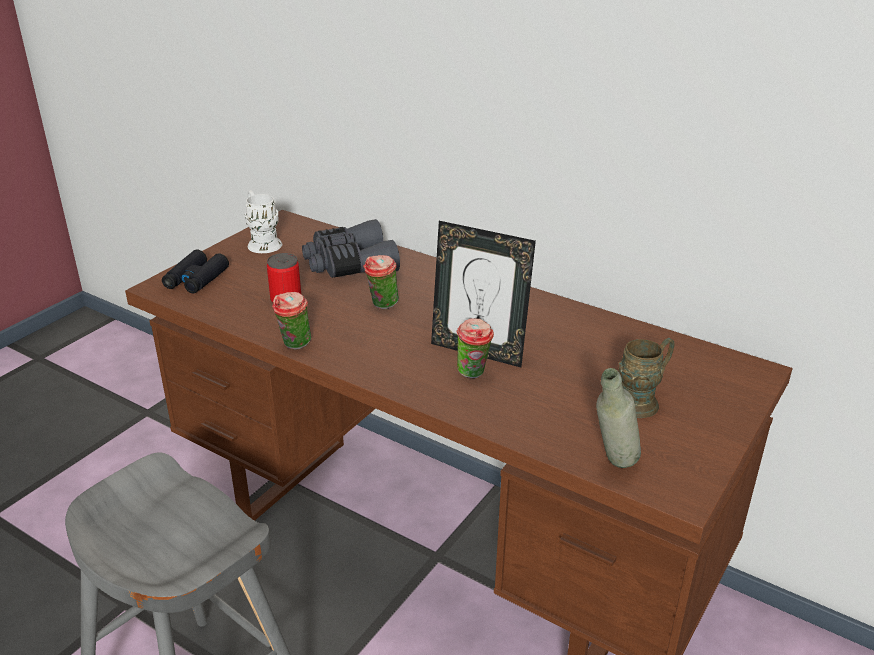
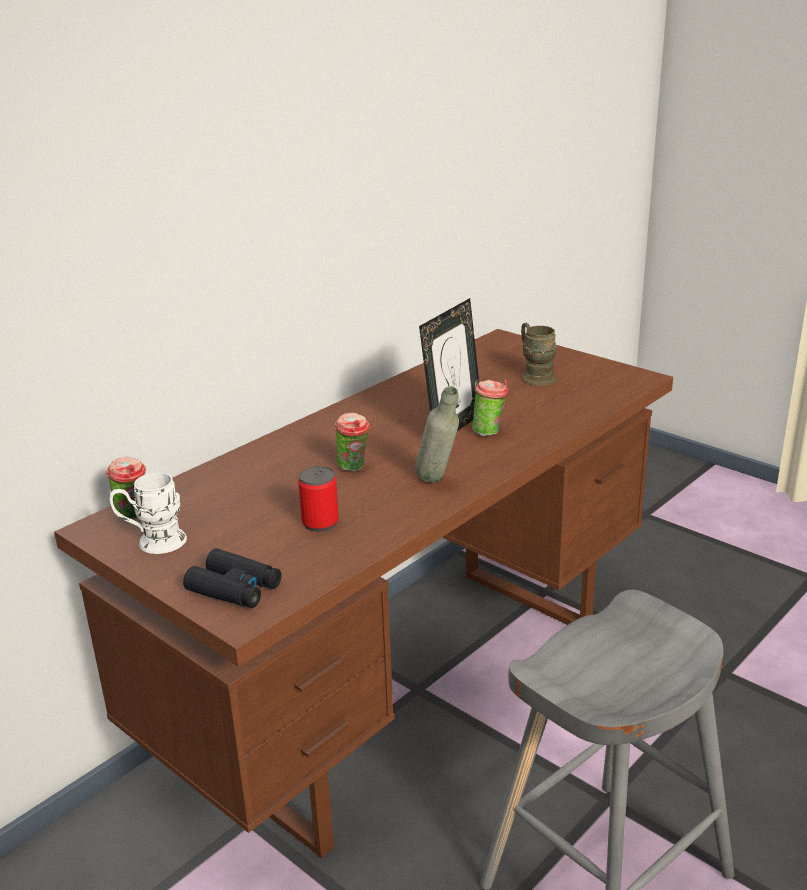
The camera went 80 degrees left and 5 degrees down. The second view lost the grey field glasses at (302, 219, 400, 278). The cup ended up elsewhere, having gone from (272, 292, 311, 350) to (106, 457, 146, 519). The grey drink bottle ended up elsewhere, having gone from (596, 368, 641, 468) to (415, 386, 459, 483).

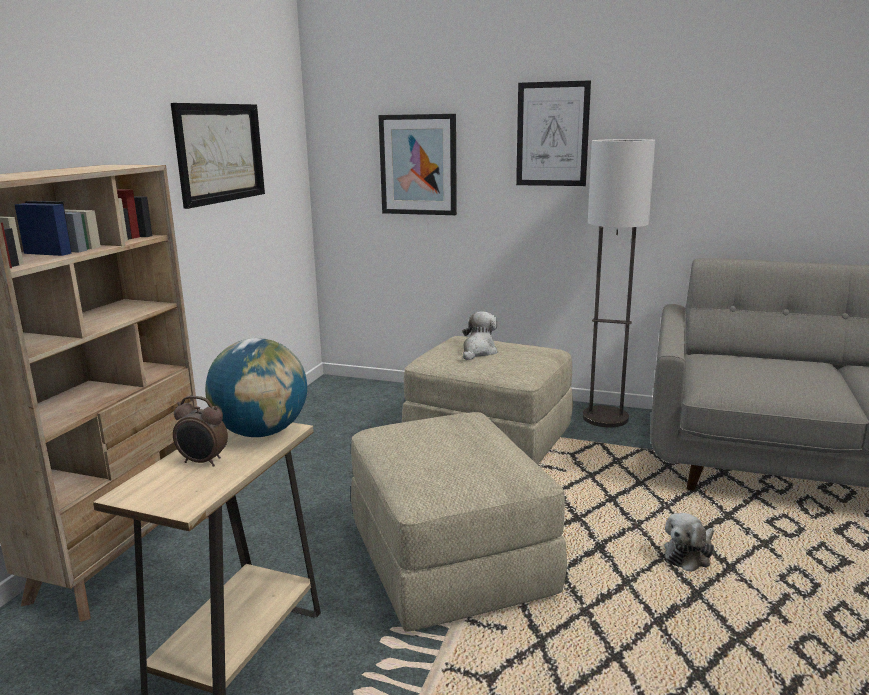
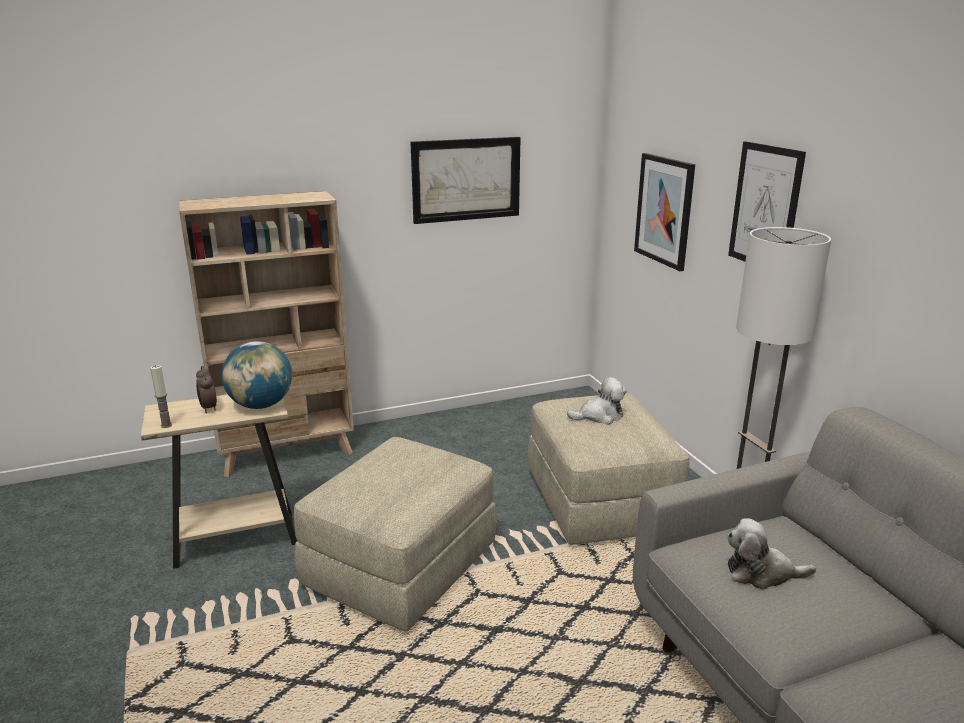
The camera went 50 degrees right and 5 degrees up. The cuddly toy ended up elsewhere, having gone from (664, 513, 714, 572) to (727, 518, 816, 590). The second view gained the wax candle at (150, 365, 172, 428).

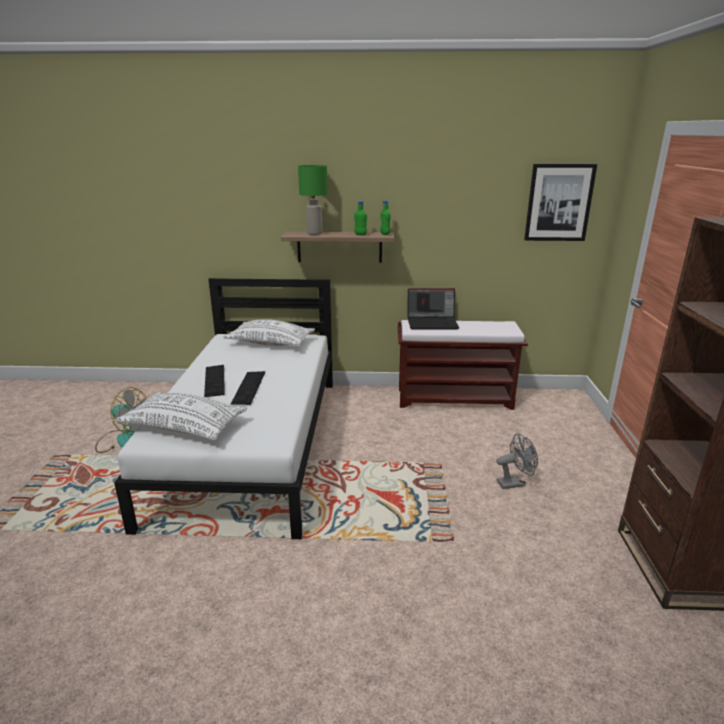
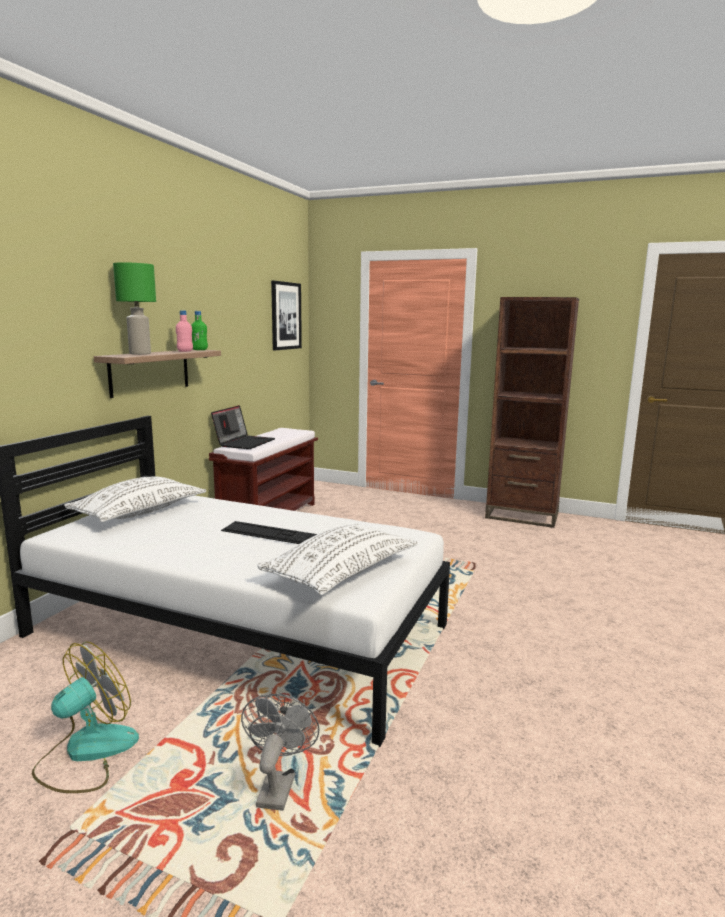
The camera went 70 degrees left and 10 degrees down. What was the greenish drink bottle at (354, 201, 367, 235) turned into the pinkish drink bottle at (176, 310, 193, 352). The second view lost the computer keyboard at (204, 365, 225, 397). The grey cooling fan ended up elsewhere, having gone from (496, 433, 538, 489) to (241, 694, 320, 811).

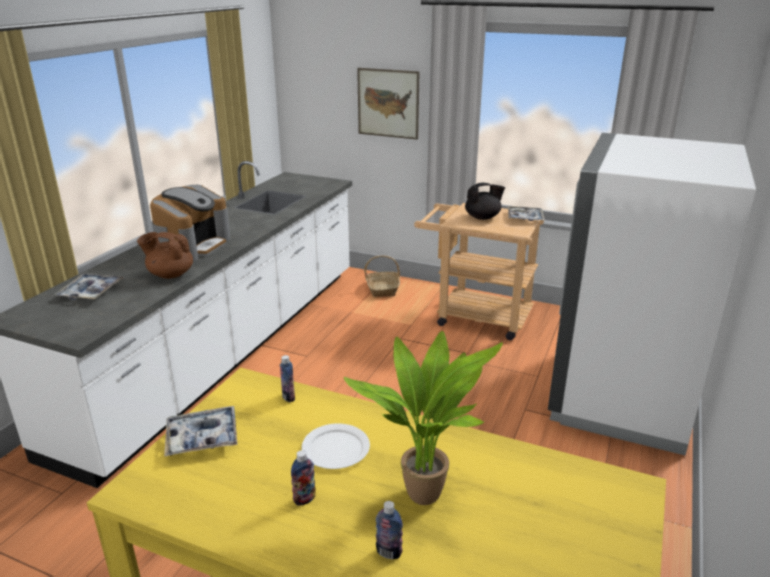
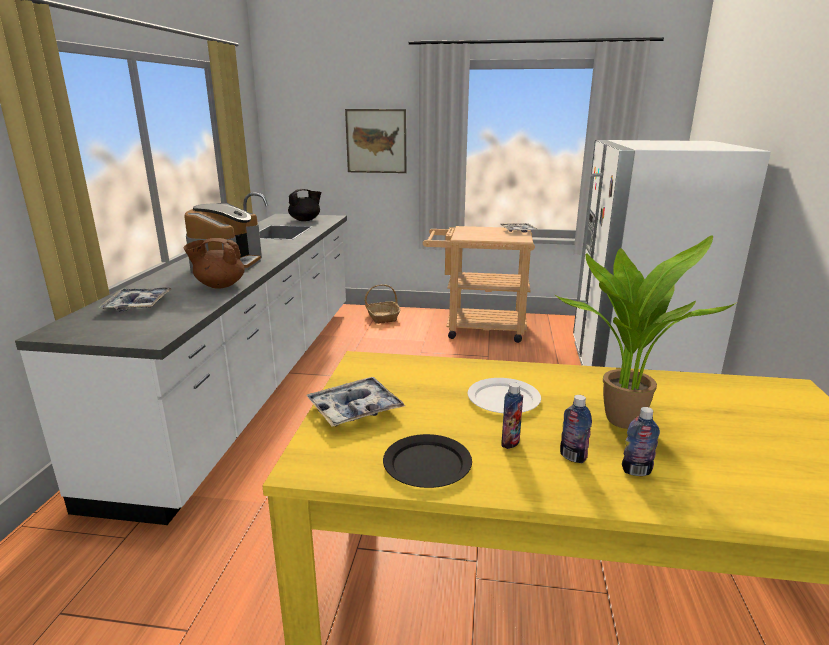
The camera went 15 degrees left and 5 degrees down. The black-coloured teapot ended up elsewhere, having gone from (465, 183, 505, 220) to (288, 189, 321, 221). The drink bottle ended up elsewhere, having gone from (280, 355, 295, 402) to (560, 395, 592, 463). The second view gained the black-coloured dinner plate at (383, 434, 472, 488).

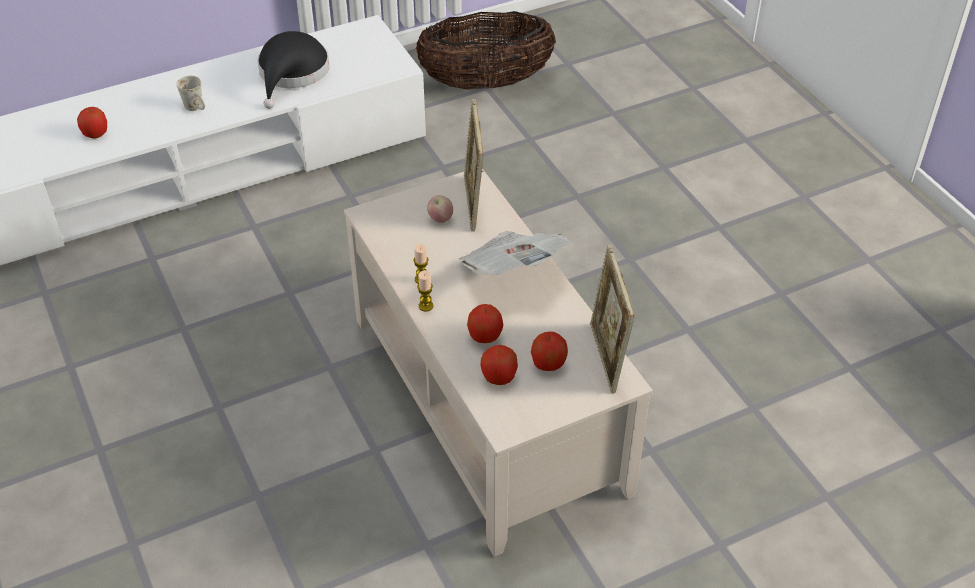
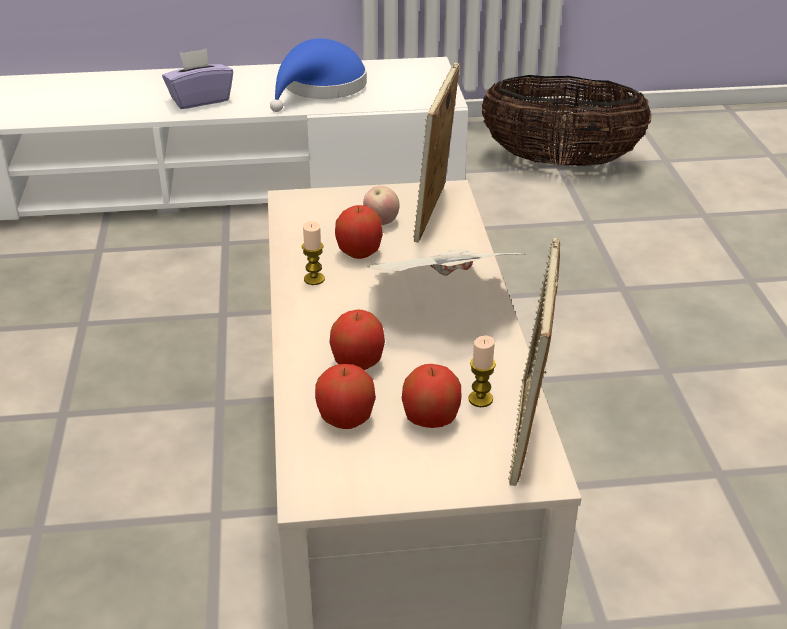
The camera went 20 degrees right and 10 degrees down. What was the black-coloured clothing hat at (257, 31, 330, 109) turned into the blue clothing hat at (270, 39, 367, 112). Where the white-coloured mug stood at (176, 76, 205, 111), the purple-coloured tissue box came to stand at (162, 49, 233, 109). The apple fruit ended up elsewhere, having gone from (77, 107, 107, 138) to (335, 205, 383, 259). The wax candle ended up elsewhere, having gone from (417, 270, 433, 312) to (468, 335, 496, 407).

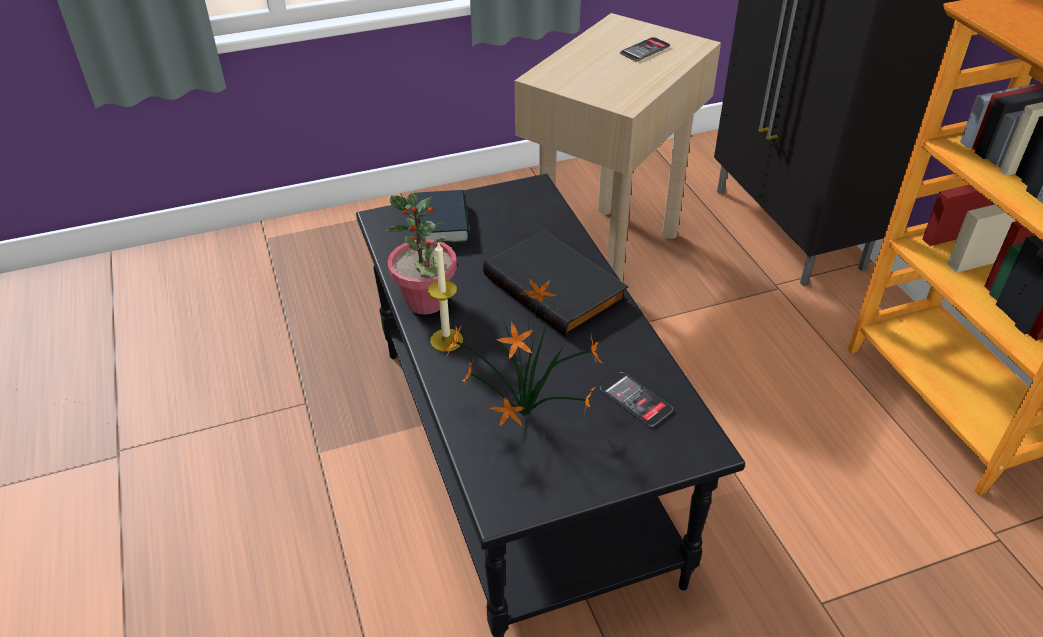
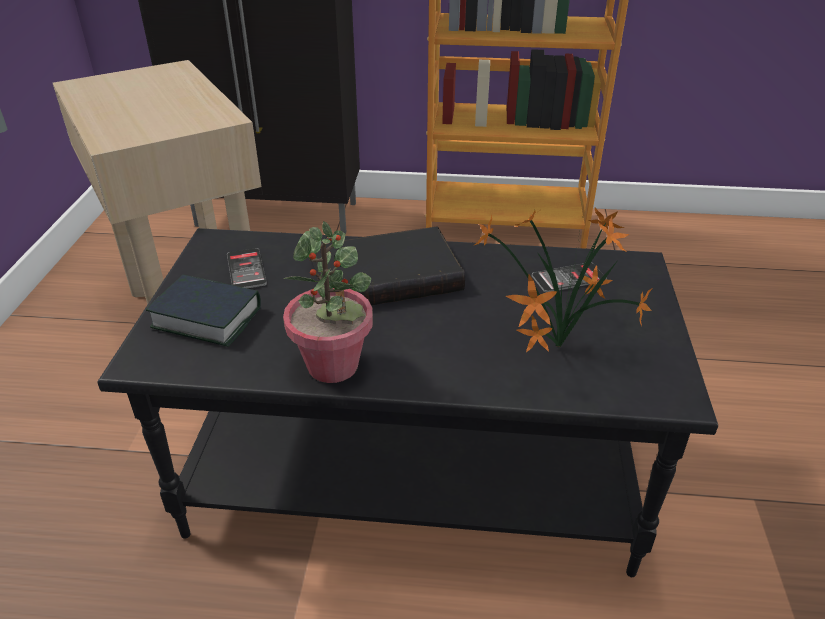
The camera went 65 degrees left and 5 degrees down. The telephone ended up elsewhere, having gone from (620, 37, 670, 61) to (227, 248, 267, 289). The second view lost the wax candle at (428, 242, 463, 352).

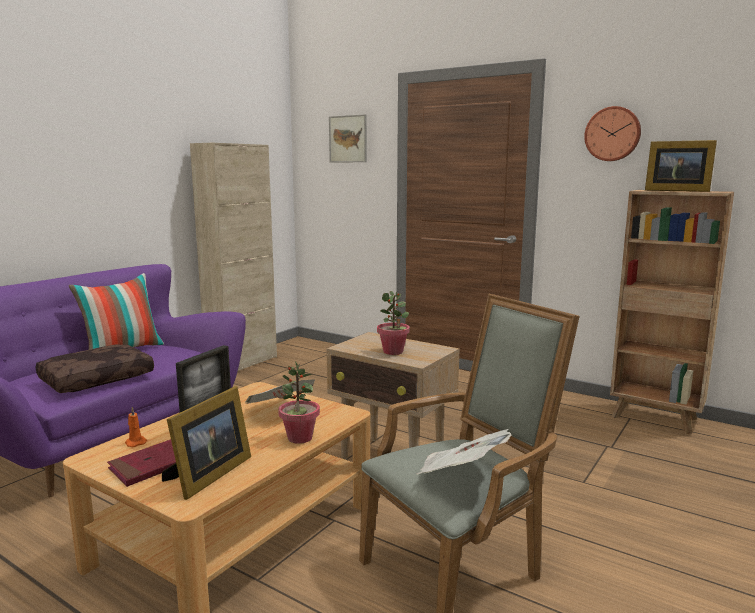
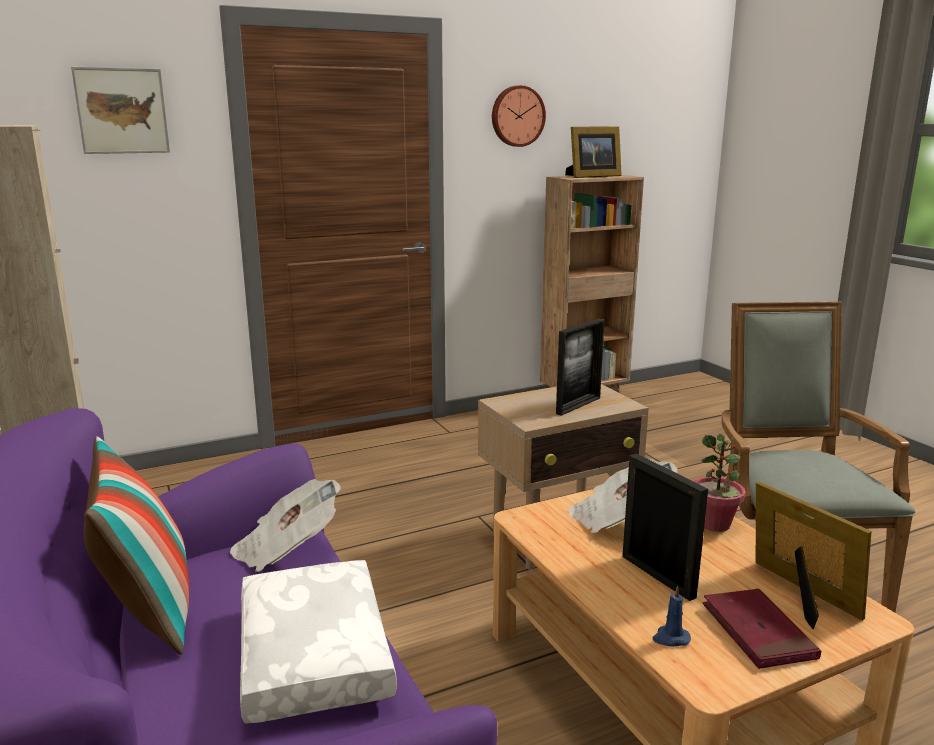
The camera went 60 degrees left and 5 degrees up. Where the plant in a pot stood at (377, 291, 410, 355), the photo frame came to stand at (556, 319, 605, 416). What was the brownish pillow at (36, 344, 154, 393) turned into the white-coloured pillow at (240, 560, 397, 724). What was the orange-coloured wax candle at (125, 407, 147, 447) turned into the blue wax candle at (652, 585, 691, 647). The newspaper ended up elsewhere, having gone from (416, 429, 512, 475) to (230, 479, 341, 572).

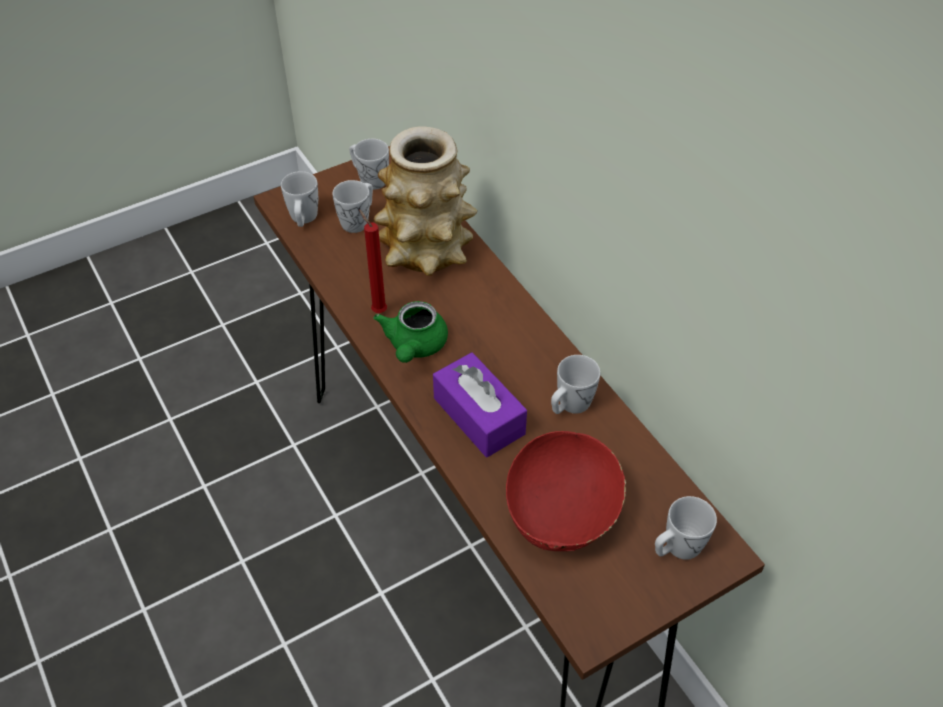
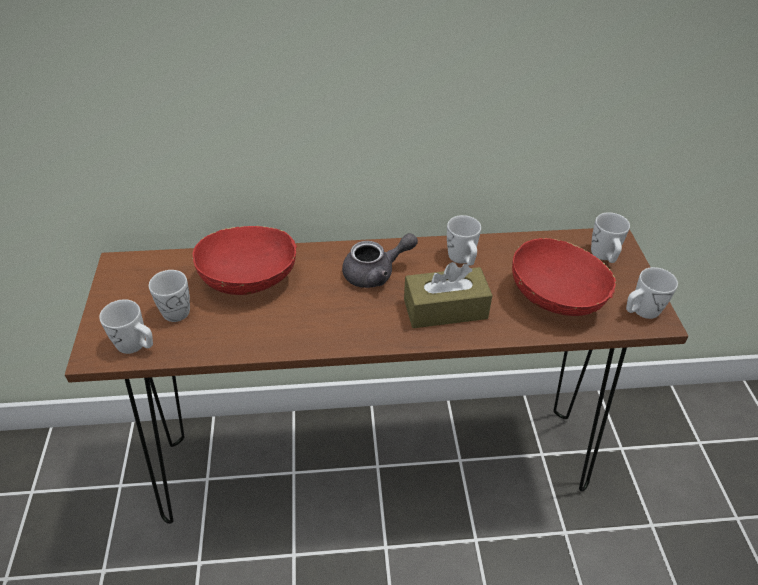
The camera went 65 degrees left and 5 degrees down. Where the vase stood at (374, 126, 477, 276), the red deep dish came to stand at (191, 226, 297, 295). The white-coloured mug ended up elsewhere, having gone from (349, 139, 389, 190) to (626, 267, 678, 319). The second view lost the red wax candle at (359, 210, 387, 313). The second view lost the greenish teapot at (373, 301, 448, 363). What was the purple-coloured tissue box at (433, 352, 527, 457) turned into the brownish tissue box at (404, 262, 493, 328). The second view gained the grey teapot at (342, 233, 418, 288).

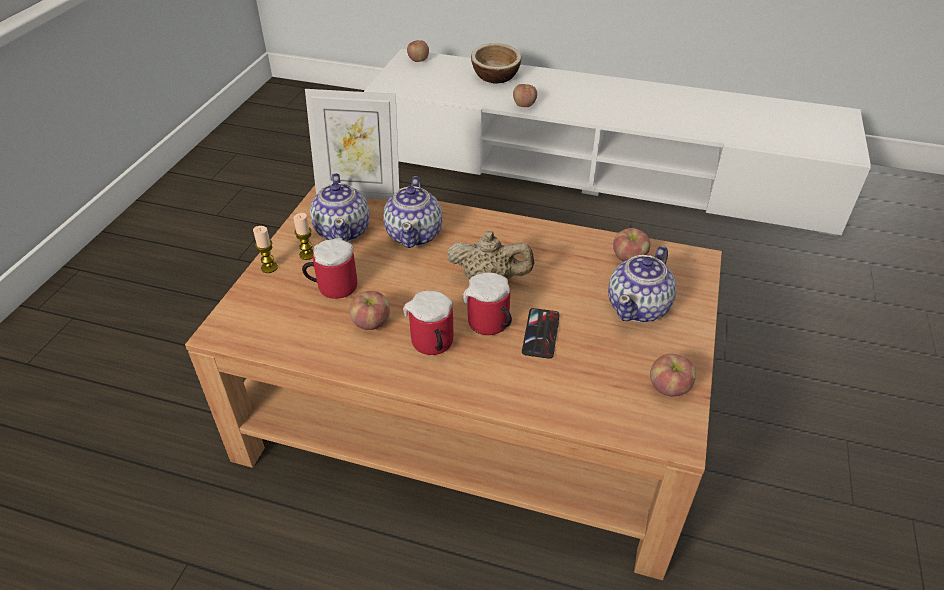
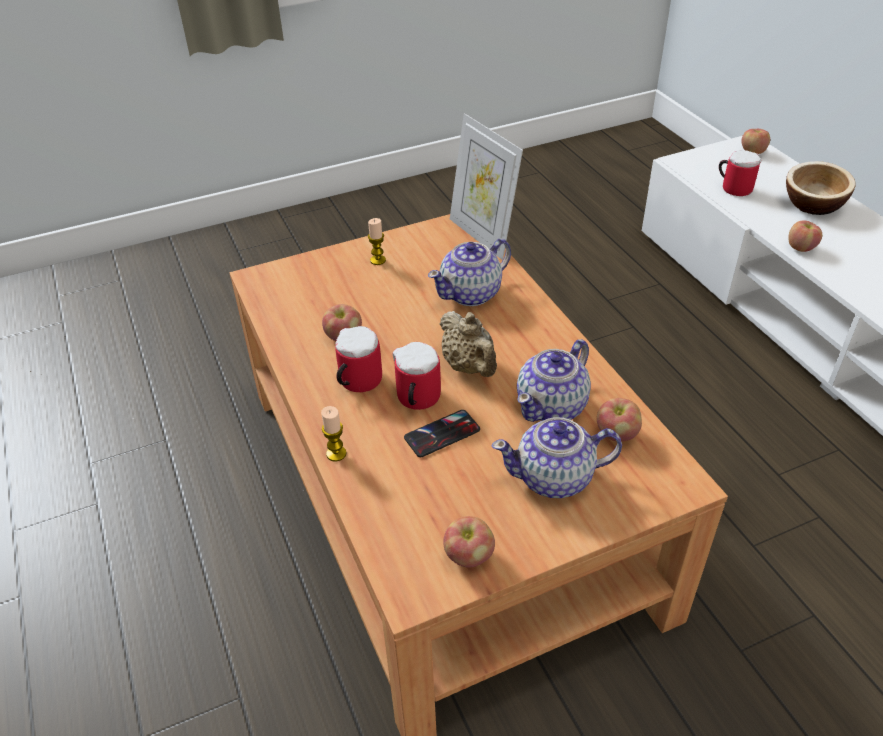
The camera went 50 degrees right and 0 degrees up. The teapot ended up elsewhere, having gone from (310, 173, 370, 242) to (517, 339, 591, 422). The wax candle ended up elsewhere, having gone from (253, 226, 278, 273) to (321, 406, 347, 462). The mug ended up elsewhere, having gone from (302, 238, 357, 299) to (719, 150, 762, 196).

